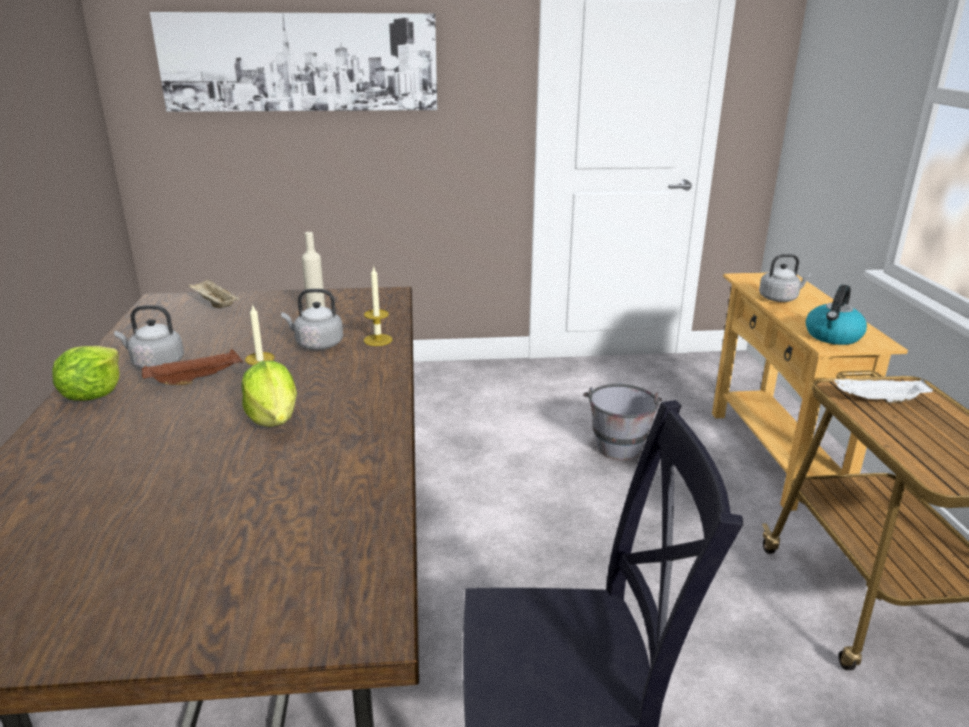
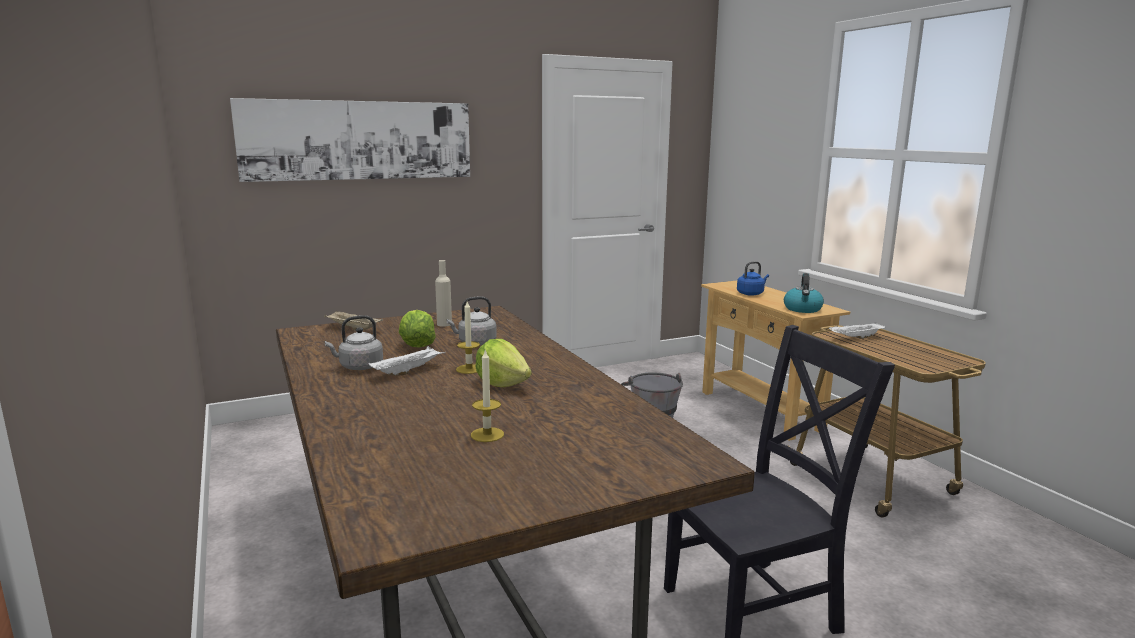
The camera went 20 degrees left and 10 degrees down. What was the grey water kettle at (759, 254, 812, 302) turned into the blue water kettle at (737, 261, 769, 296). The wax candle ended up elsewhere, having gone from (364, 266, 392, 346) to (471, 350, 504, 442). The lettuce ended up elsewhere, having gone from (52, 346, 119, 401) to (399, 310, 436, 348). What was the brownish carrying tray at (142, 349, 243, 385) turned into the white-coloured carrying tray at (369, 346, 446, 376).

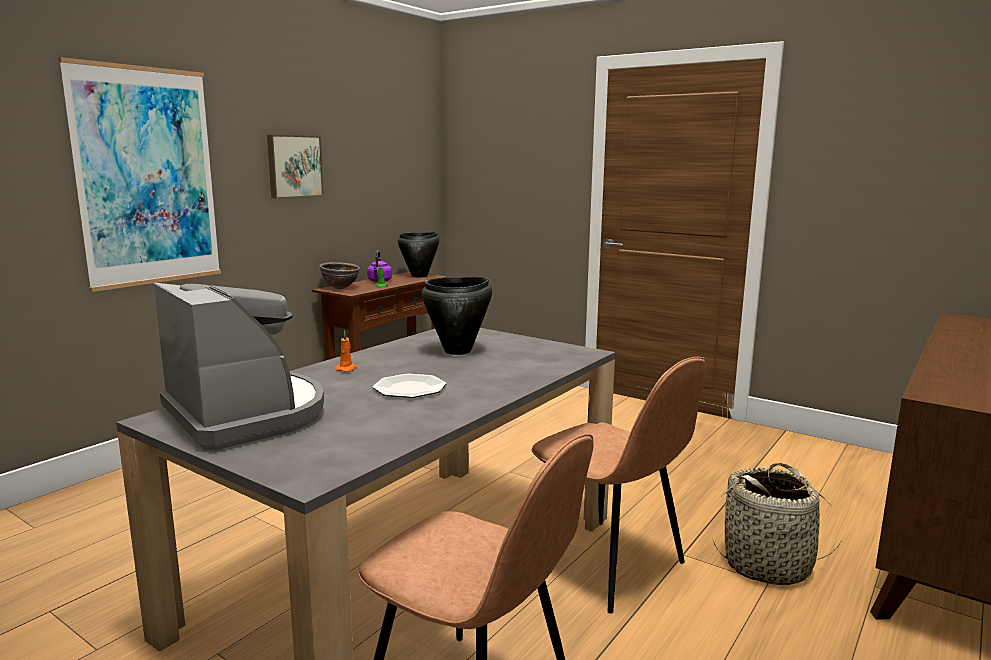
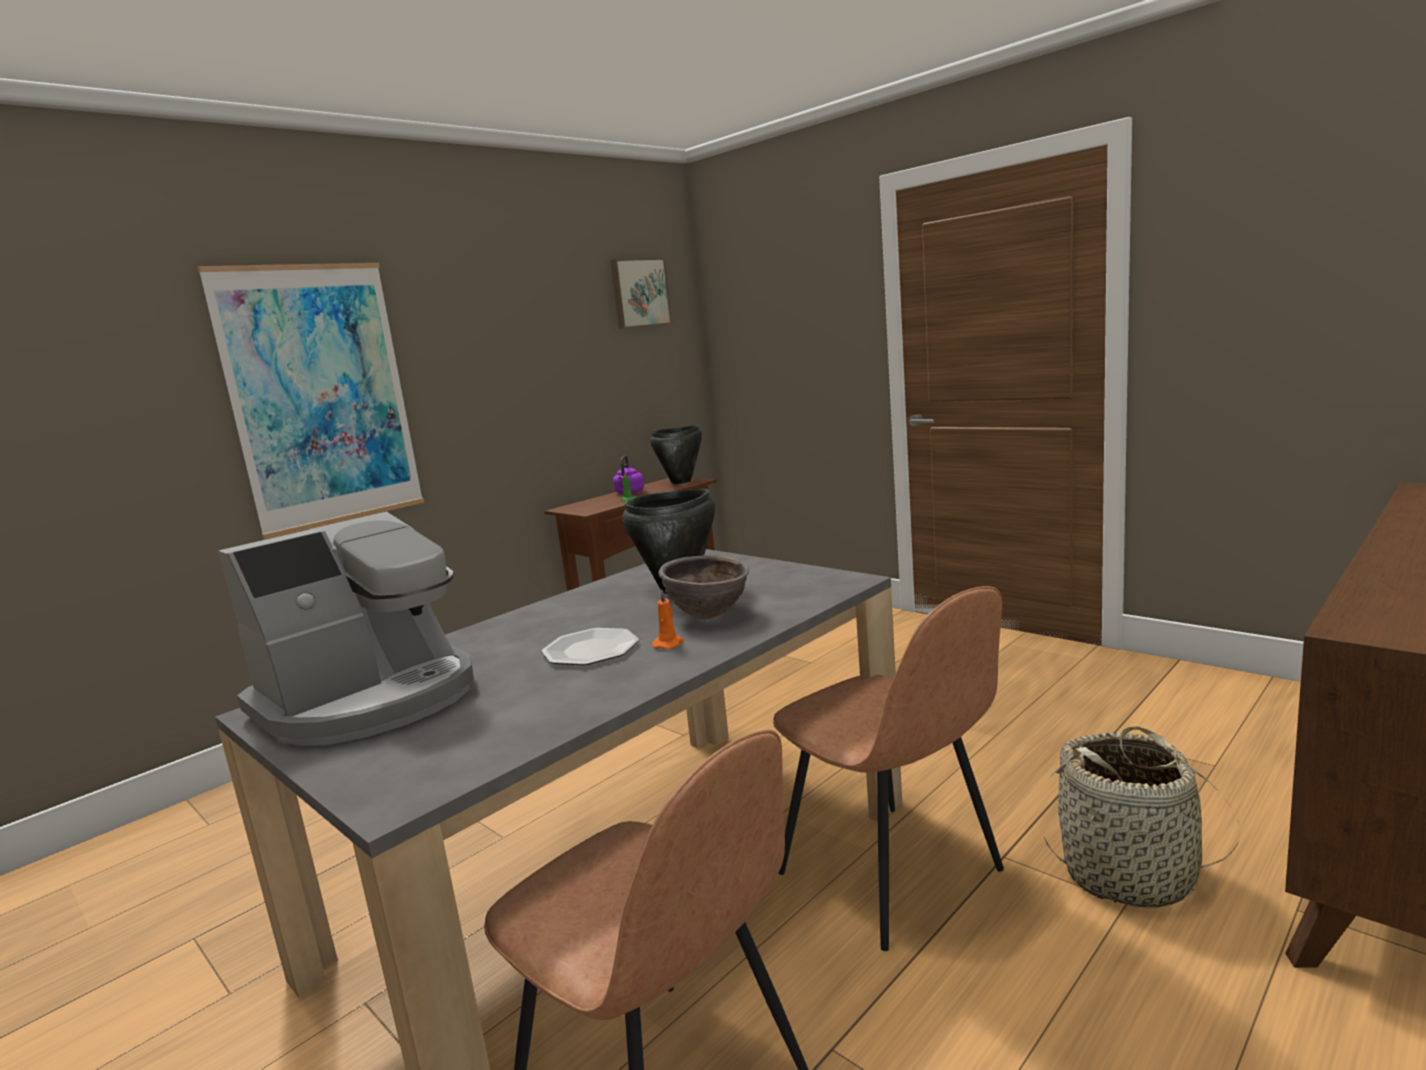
The camera went 10 degrees right and 0 degrees up. The picture ended up elsewhere, having gone from (267, 135, 324, 199) to (611, 258, 672, 329). The brownish deep dish ended up elsewhere, having gone from (319, 262, 360, 289) to (659, 555, 750, 620). The coffee brewer at (154, 283, 324, 450) ended up facing another way, 75 degrees clockwise from before. The orange-coloured wax candle ended up elsewhere, having gone from (335, 331, 357, 372) to (652, 590, 684, 649).

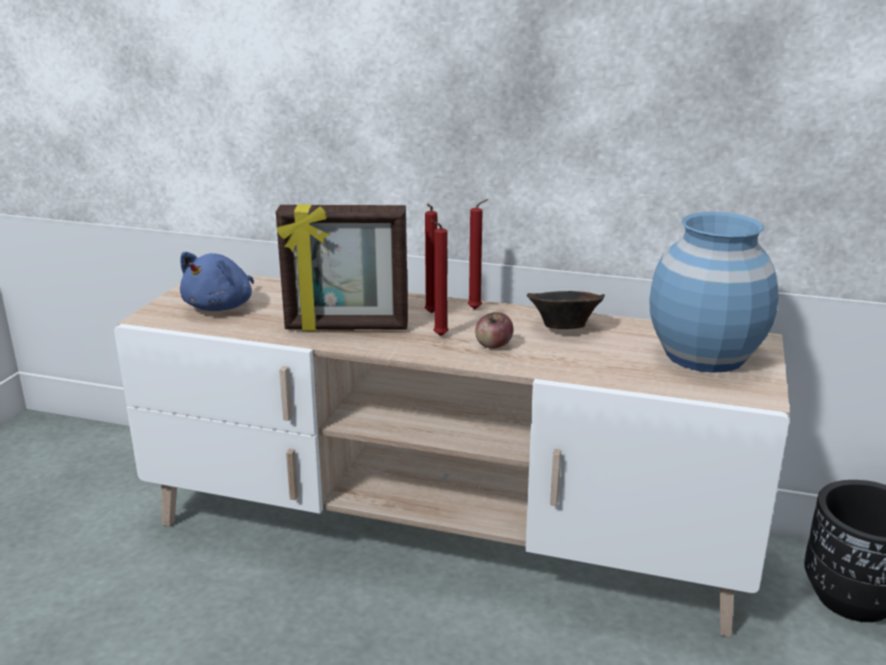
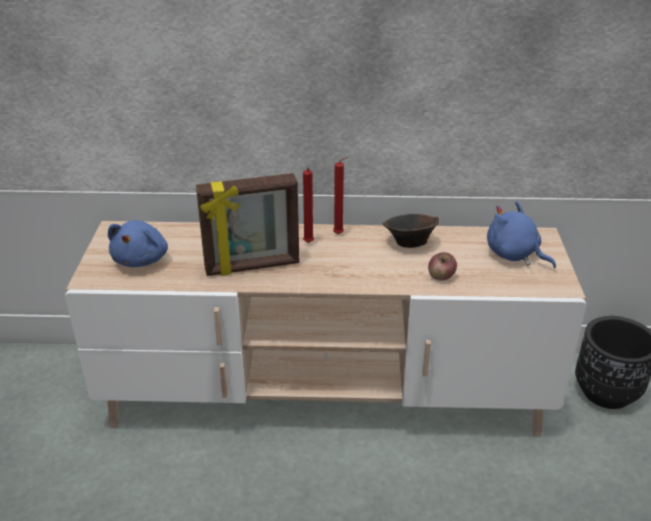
The camera went 15 degrees left and 10 degrees up. Where the blue vase stood at (649, 212, 779, 373), the blue cuddly toy came to stand at (487, 201, 556, 268). The second view lost the red wax candle at (431, 220, 449, 336). The apple fruit ended up elsewhere, having gone from (475, 312, 513, 349) to (428, 252, 457, 281).

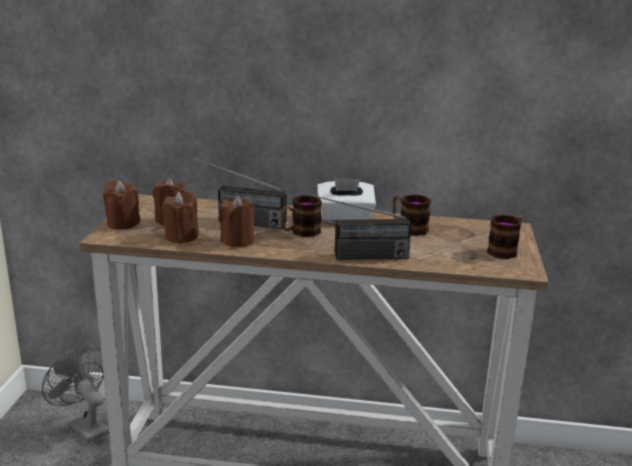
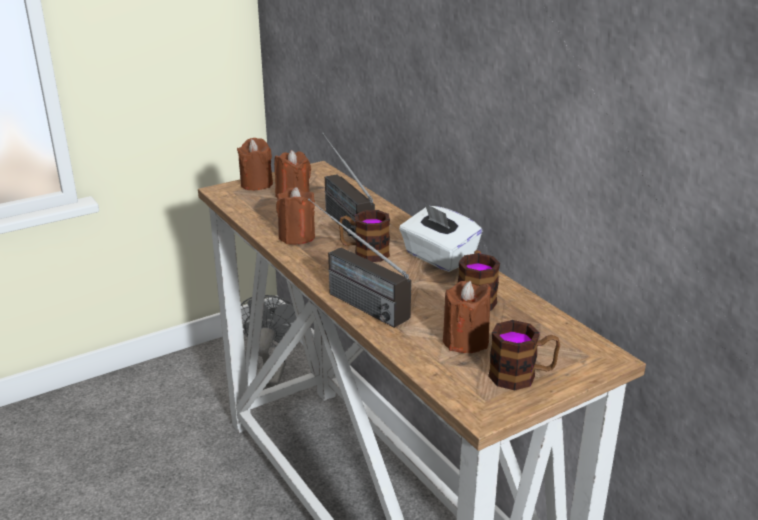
The camera went 50 degrees right and 5 degrees up. The brownish wax candle ended up elsewhere, having gone from (161, 191, 199, 243) to (443, 281, 491, 353).

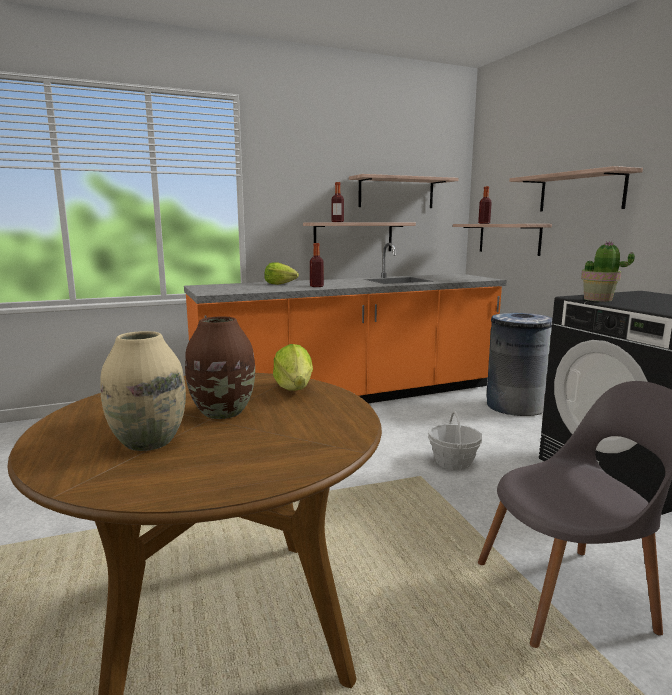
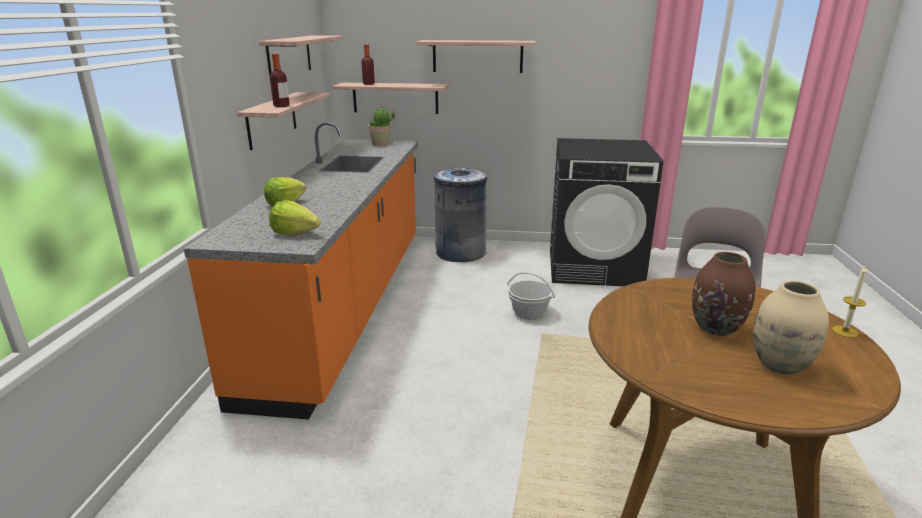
The camera went 60 degrees left and 10 degrees up. The plant in a pot ended up elsewhere, having gone from (581, 241, 635, 302) to (368, 106, 395, 146). The second view lost the drink bottle at (310, 243, 324, 287). The lettuce ended up elsewhere, having gone from (273, 344, 313, 391) to (269, 200, 321, 236). The second view gained the wax candle at (832, 265, 867, 338).

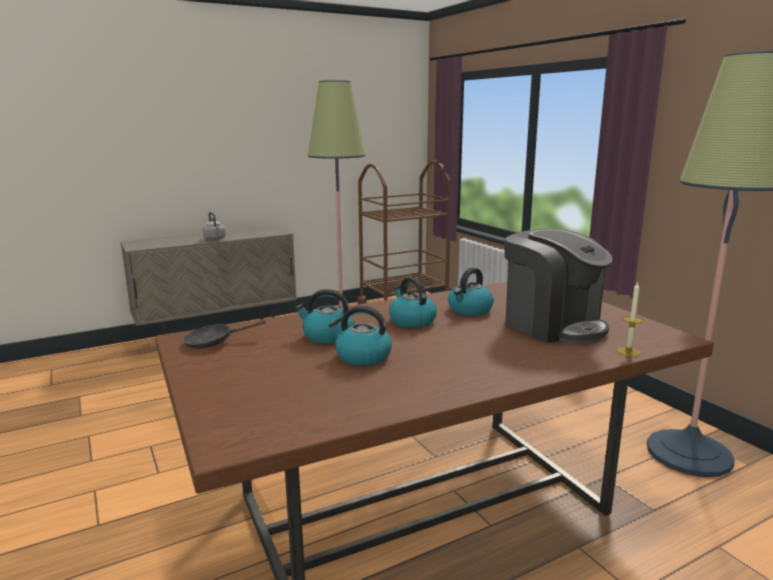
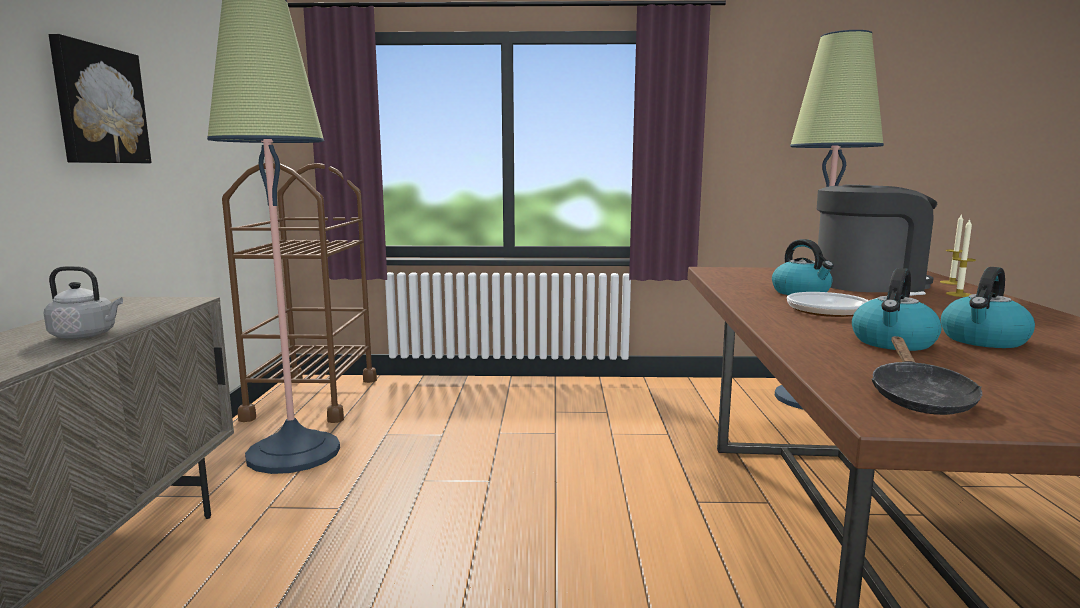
The camera went 60 degrees left and 5 degrees down. Where the water kettle stood at (389, 277, 437, 328), the skillet came to stand at (787, 292, 926, 317). The second view gained the picture at (48, 34, 152, 163). The second view gained the wax candle at (946, 218, 976, 297).

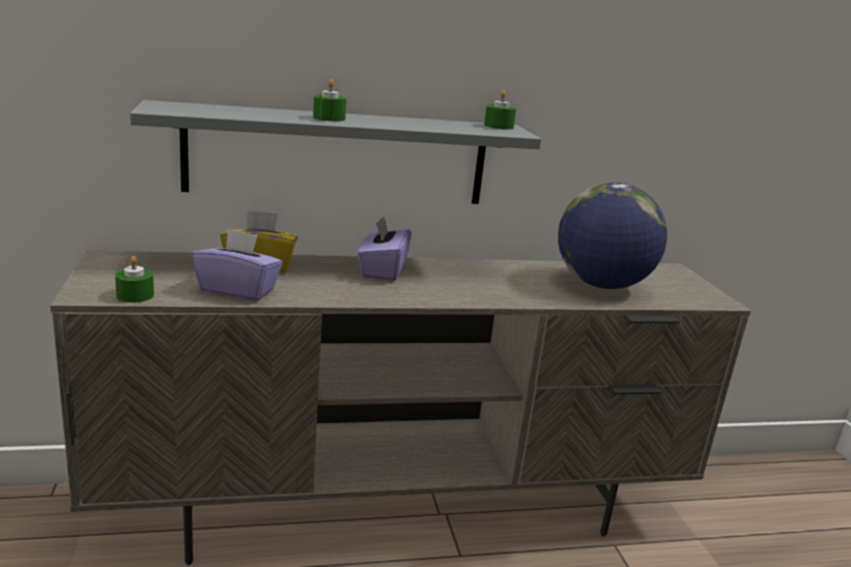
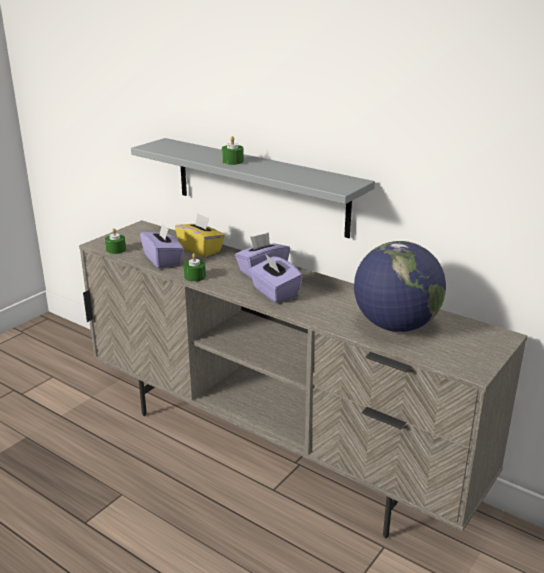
The camera went 50 degrees right and 5 degrees up. The greenish wax candle ended up elsewhere, having gone from (484, 90, 516, 130) to (184, 253, 206, 282). The second view gained the purple-coloured tissue box at (249, 254, 303, 303).

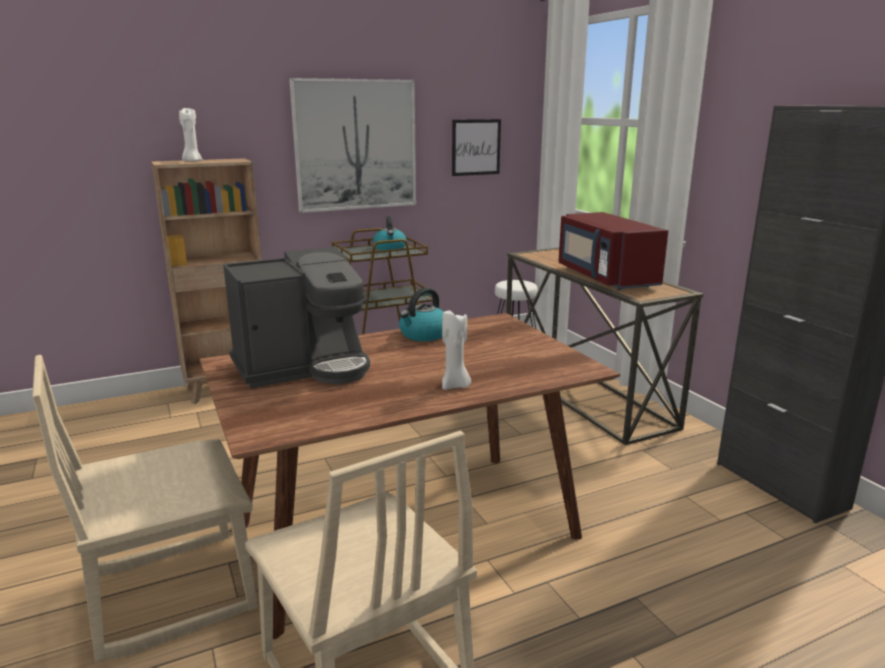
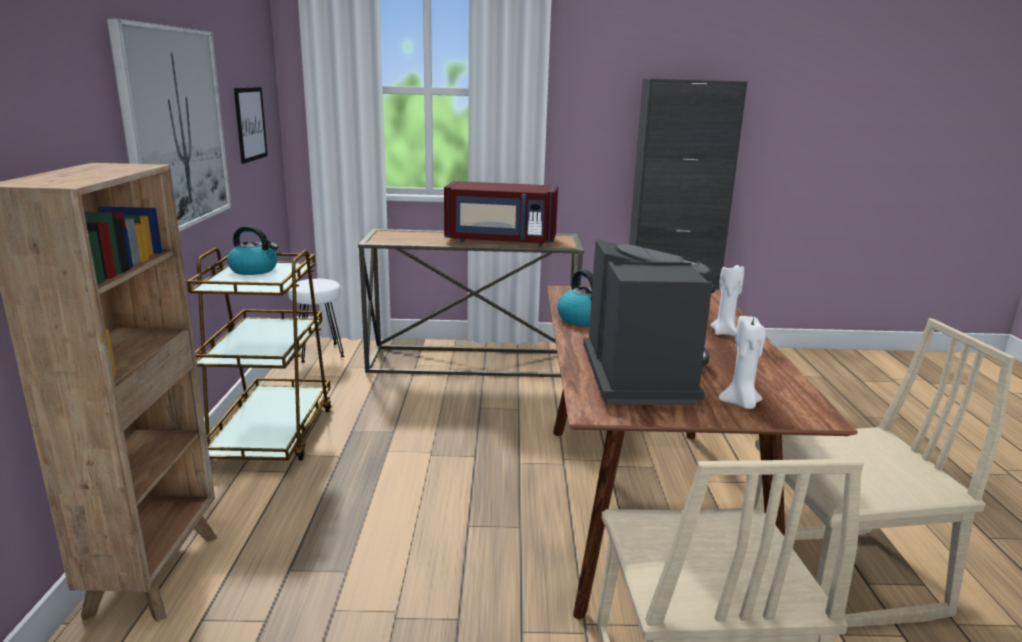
The camera went 65 degrees left and 0 degrees up. The white-coloured wax candle ended up elsewhere, having gone from (179, 107, 203, 161) to (718, 316, 766, 409).

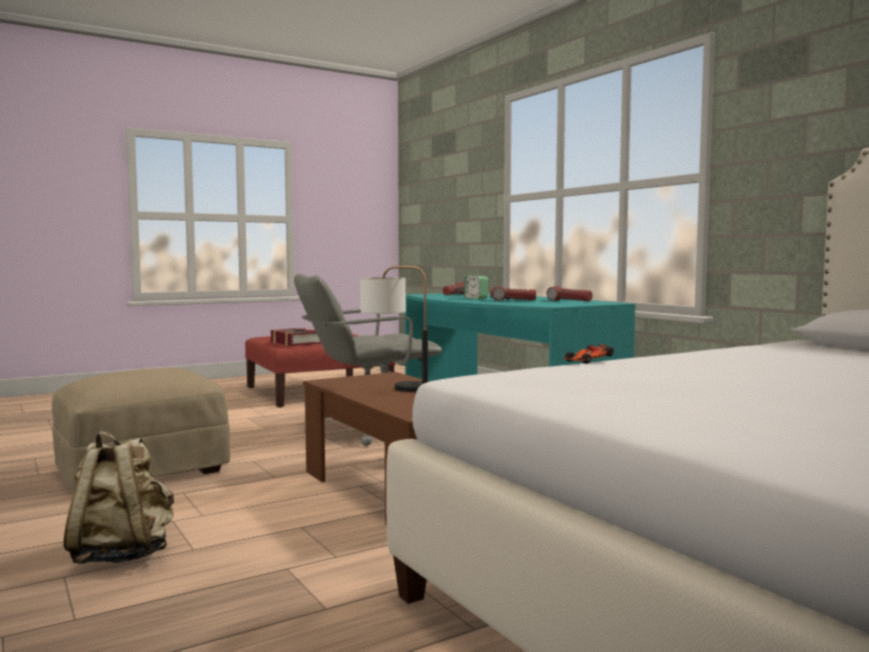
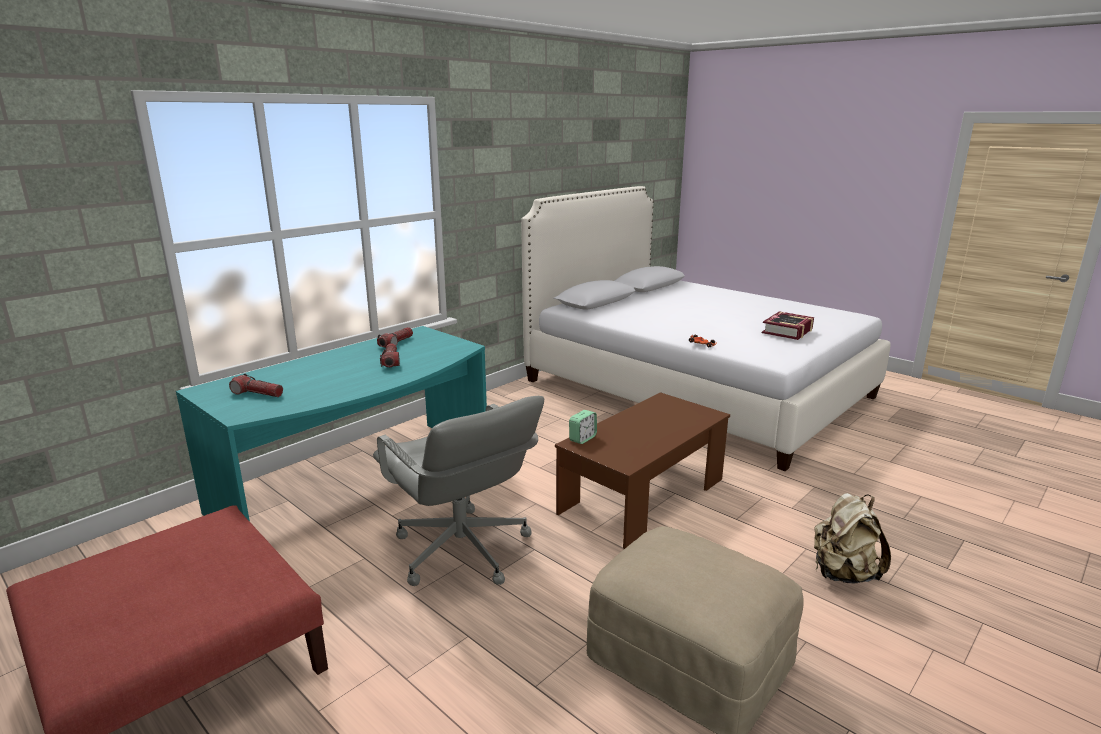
The camera went 105 degrees left and 15 degrees up. The second view lost the tabletop lamp at (360, 266, 428, 392). The alarm clock ended up elsewhere, having gone from (464, 275, 488, 299) to (569, 410, 597, 444). The bound book ended up elsewhere, having gone from (271, 328, 321, 346) to (762, 312, 814, 340).

